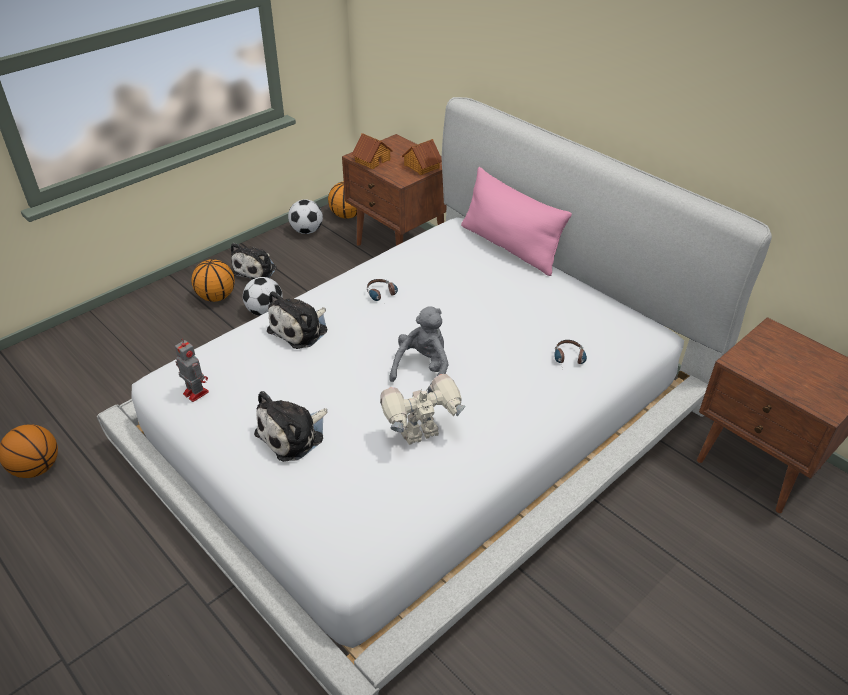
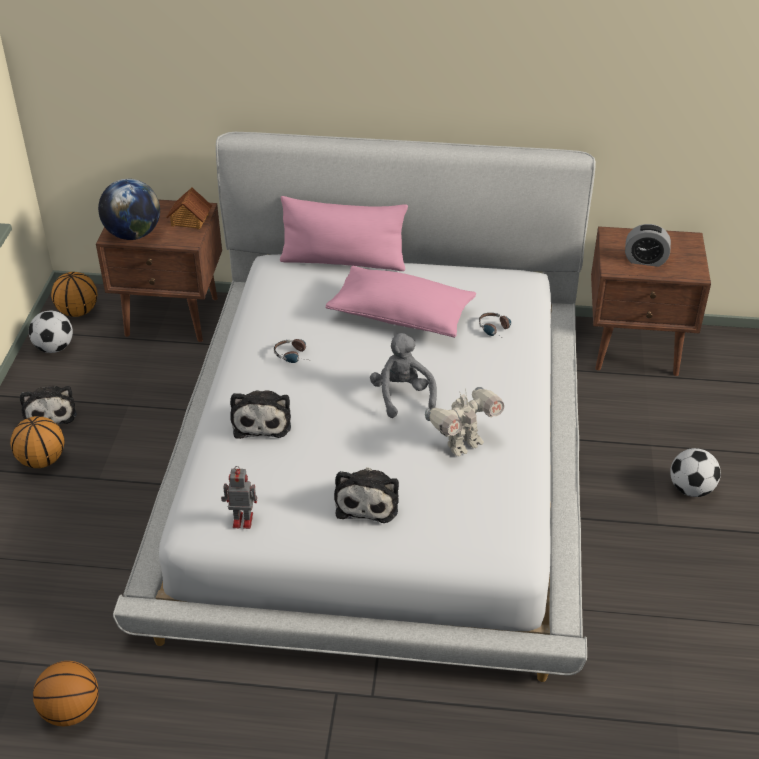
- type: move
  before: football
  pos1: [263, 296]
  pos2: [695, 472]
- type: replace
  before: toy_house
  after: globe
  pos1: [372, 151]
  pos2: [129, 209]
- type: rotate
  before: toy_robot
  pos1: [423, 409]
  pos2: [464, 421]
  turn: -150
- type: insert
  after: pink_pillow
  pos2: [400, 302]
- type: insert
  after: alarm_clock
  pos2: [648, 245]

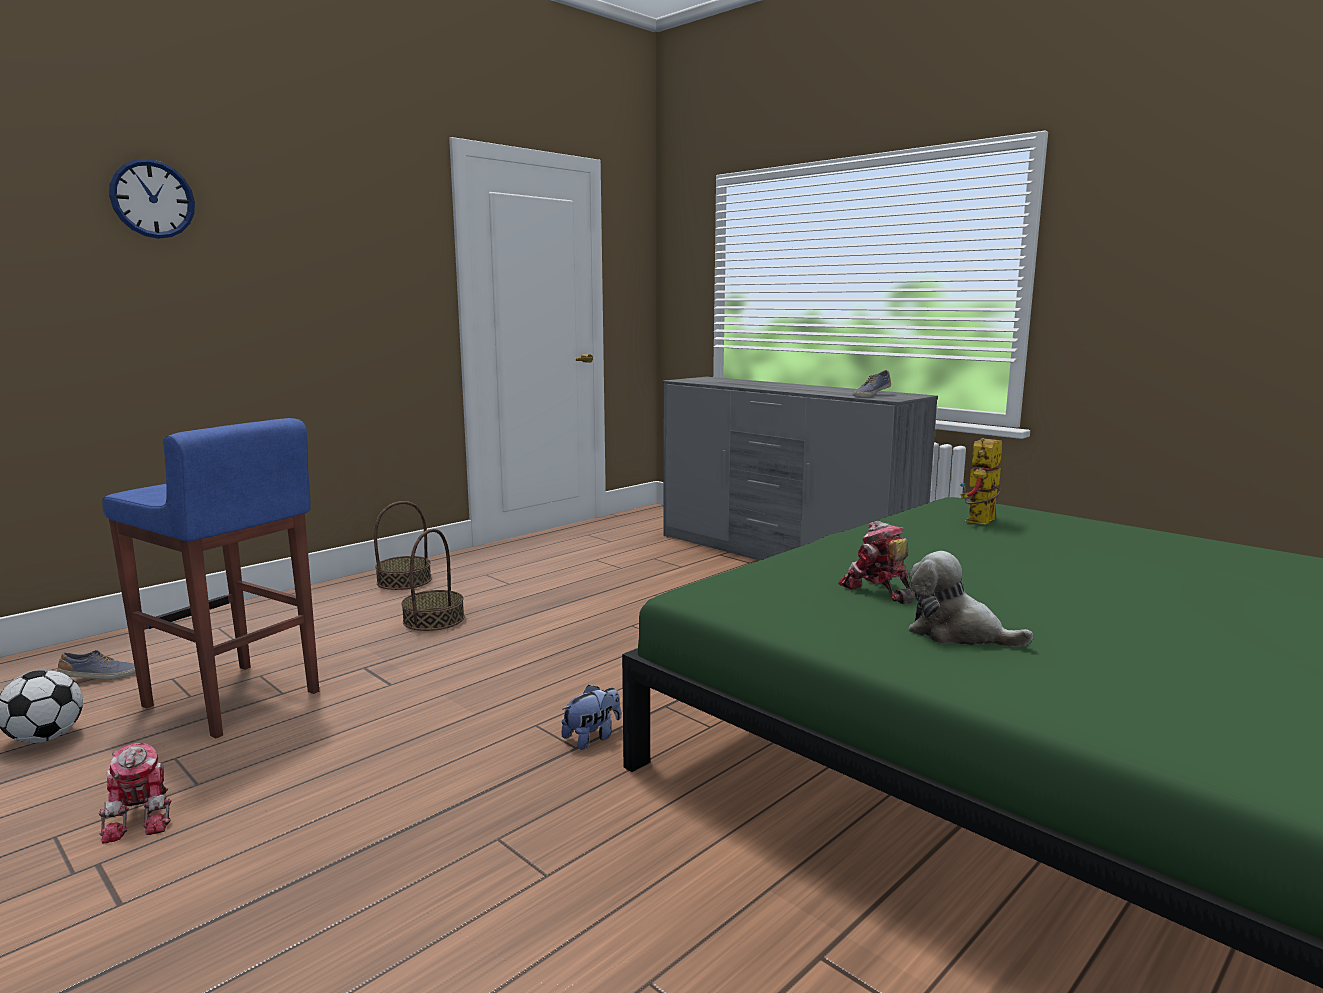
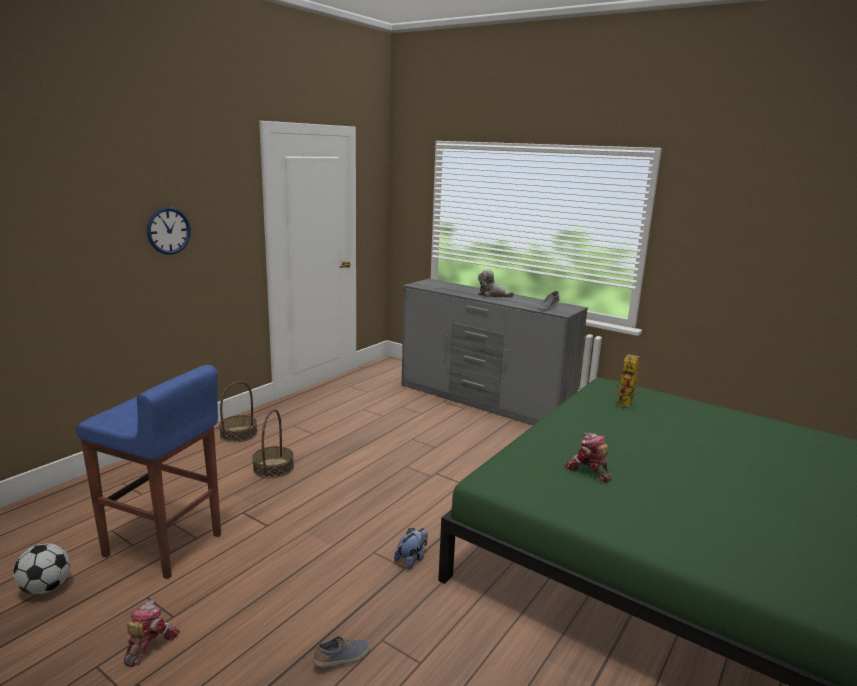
- type: move
  before: shoe
  pos1: [96, 665]
  pos2: [342, 651]
- type: rotate
  before: toy_robot
  pos1: [135, 793]
  pos2: [152, 633]
  turn: -135
- type: move
  before: wall_clock
  pos1: [152, 199]
  pos2: [169, 231]
- type: move
  before: plush_toy
  pos1: [970, 599]
  pos2: [496, 283]

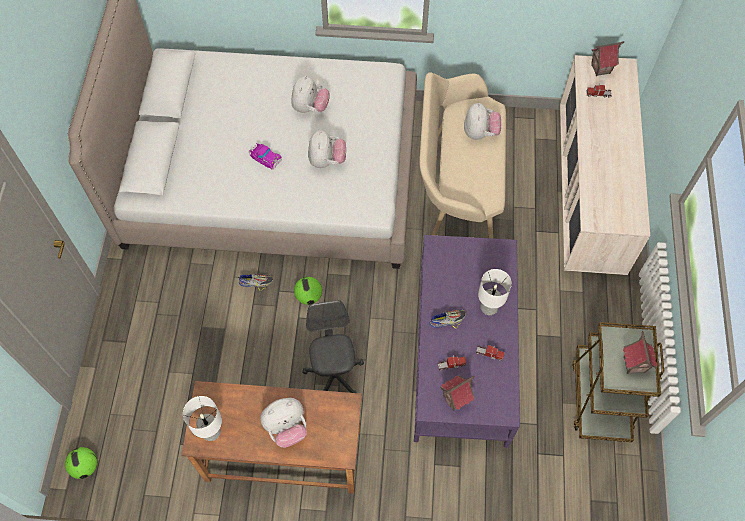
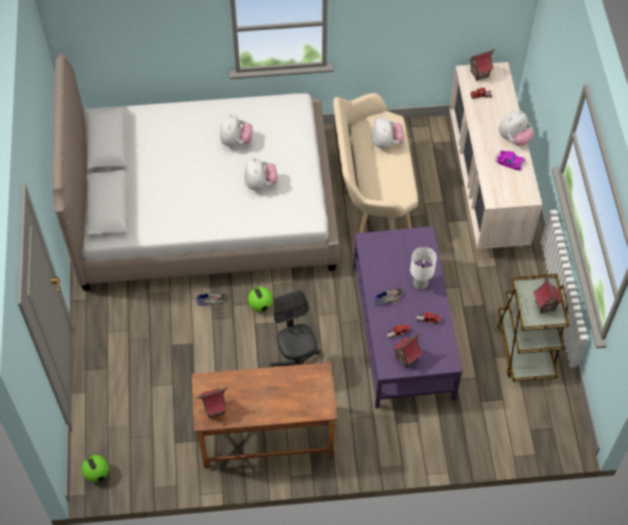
- type: replace
  before: white_table_lamp
  after: toy_house
  pos1: [202, 418]
  pos2: [212, 403]
- type: move
  before: toy_car
  pos1: [265, 156]
  pos2: [510, 160]
- type: move
  before: plush_toy
  pos1: [283, 423]
  pos2: [516, 128]

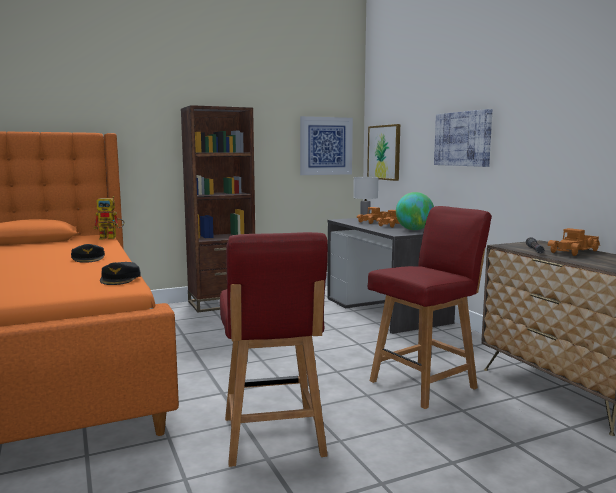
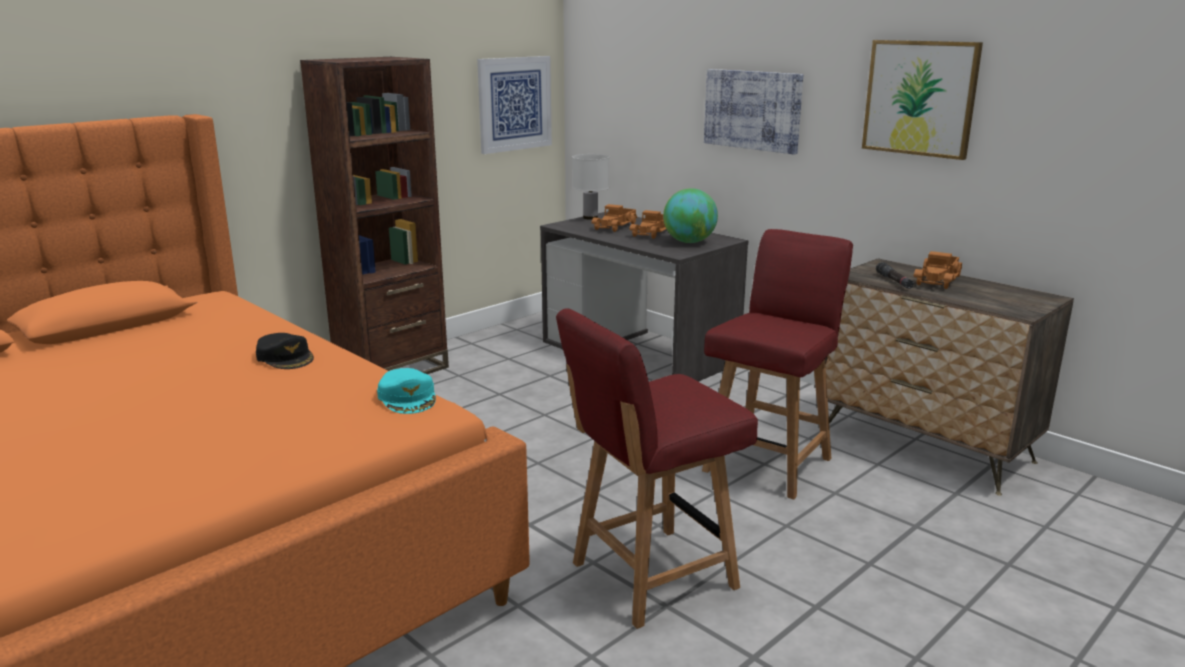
- type: delete
  before: toy_robot
  pos1: [109, 217]
- type: recolor
  before: black_cap
  after: turquoise_cap
  pos1: [120, 273]
  pos2: [406, 391]
- type: rotate
  before: red_chair
  pos1: [274, 349]
  pos2: [657, 468]
  turn: 90
- type: move
  before: picture
  pos1: [383, 152]
  pos2: [922, 100]

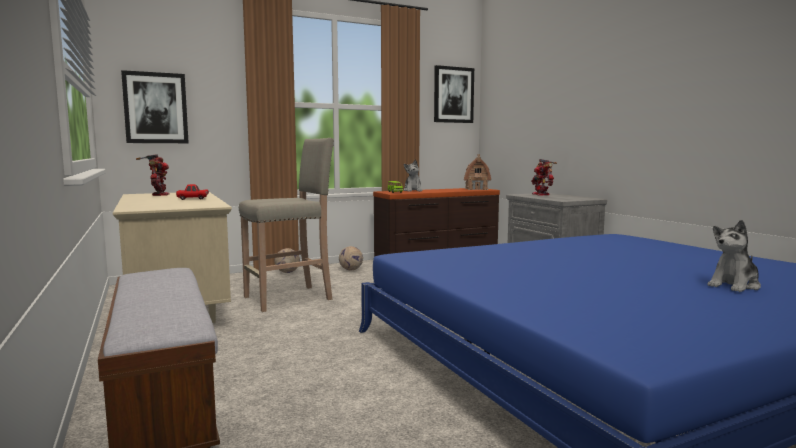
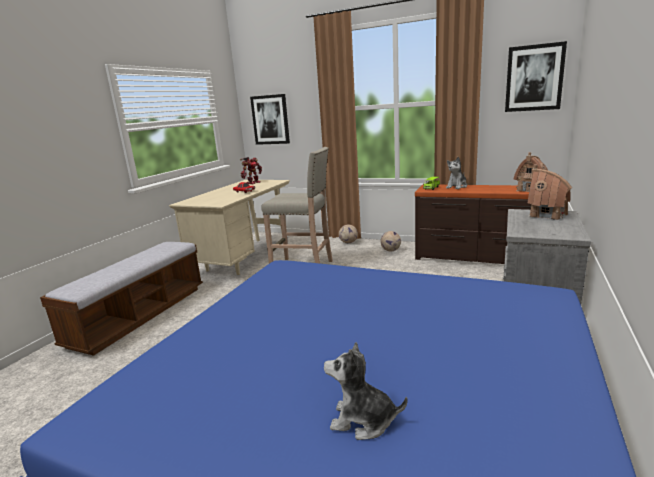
- type: replace
  before: toy_robot
  after: toy_house
  pos1: [544, 177]
  pos2: [550, 192]

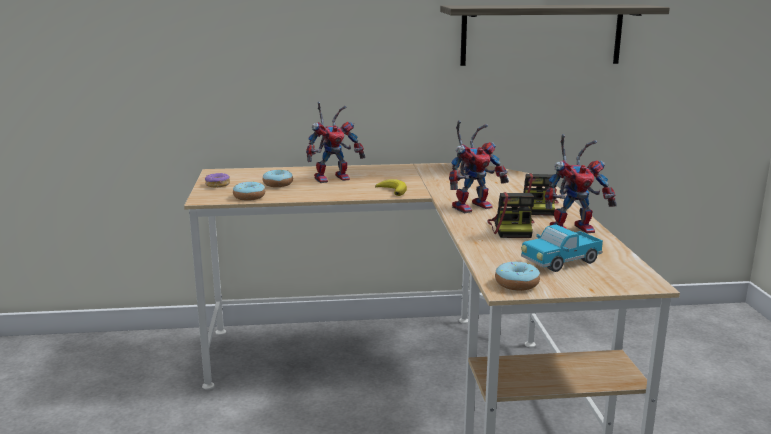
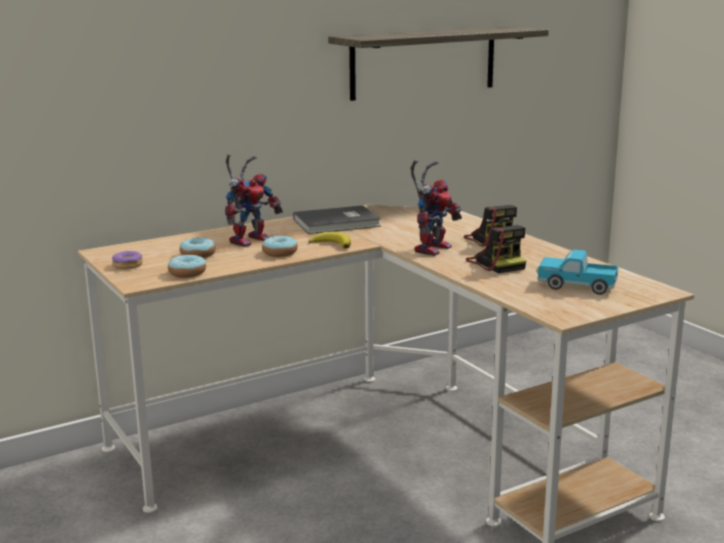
- type: move
  before: donut
  pos1: [517, 276]
  pos2: [280, 246]
- type: rotate
  before: toy_truck
  pos1: [562, 248]
  pos2: [577, 272]
  turn: 75
- type: delete
  before: toy_robot
  pos1: [581, 183]
- type: insert
  after: grey_book
  pos2: [337, 219]

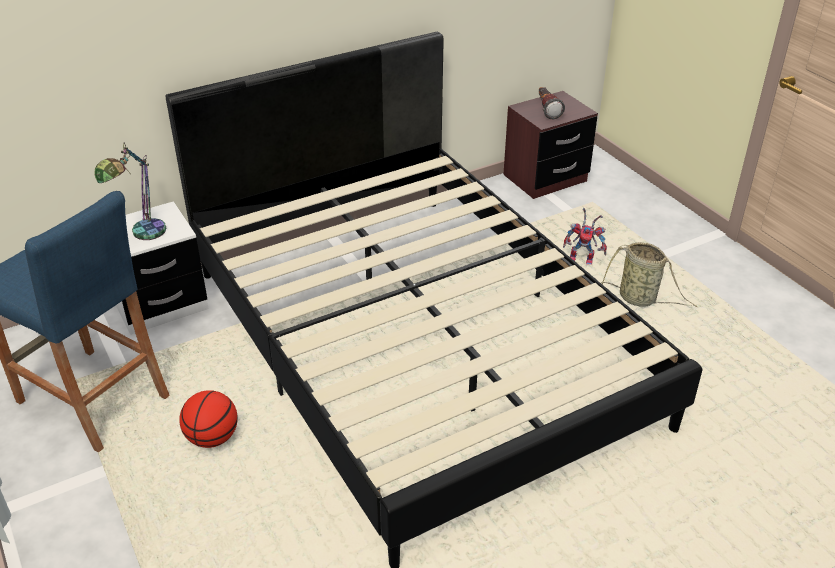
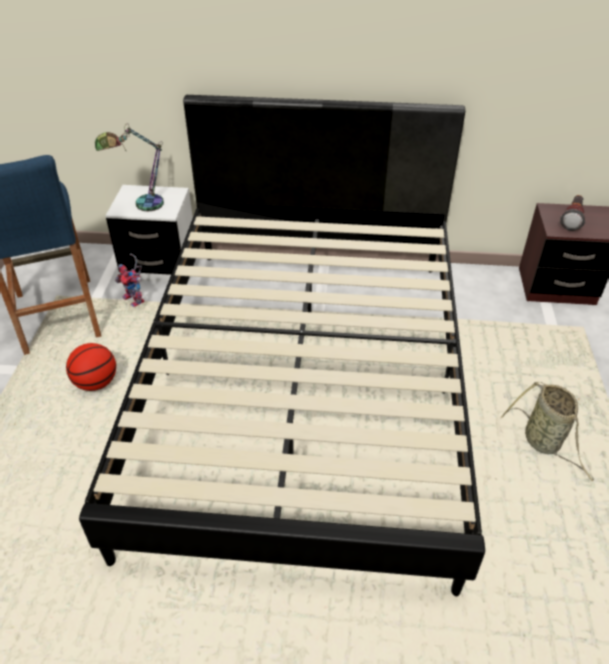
- type: move
  before: toy_robot
  pos1: [585, 236]
  pos2: [130, 280]

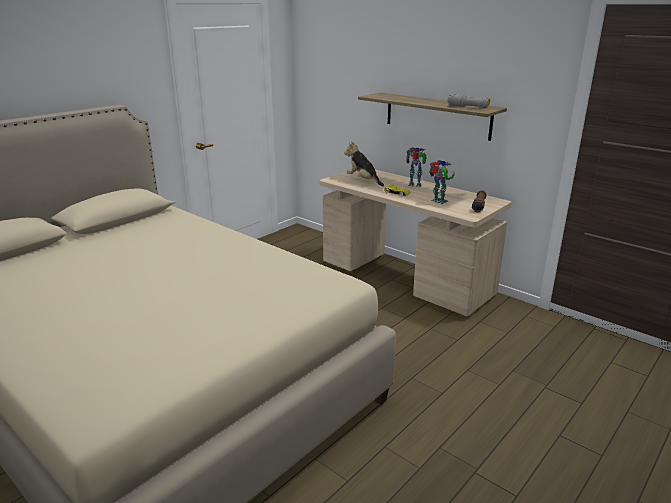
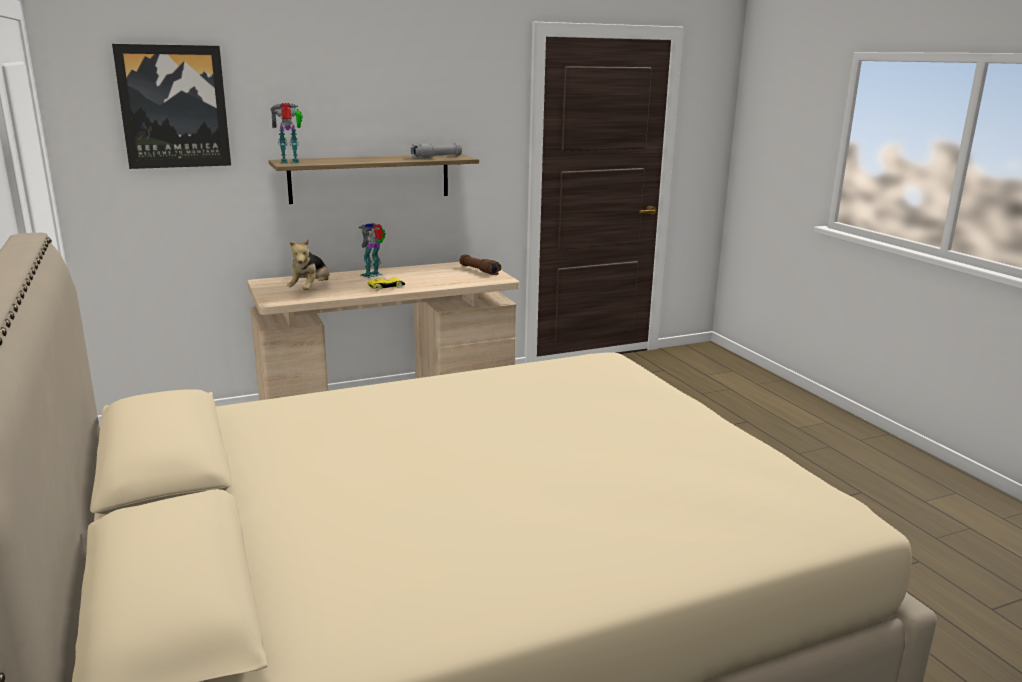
- type: rotate
  before: plush_toy
  pos1: [364, 164]
  pos2: [308, 264]
  turn: -60
- type: move
  before: toy_robot
  pos1: [442, 182]
  pos2: [286, 133]
- type: insert
  after: picture
  pos2: [171, 106]

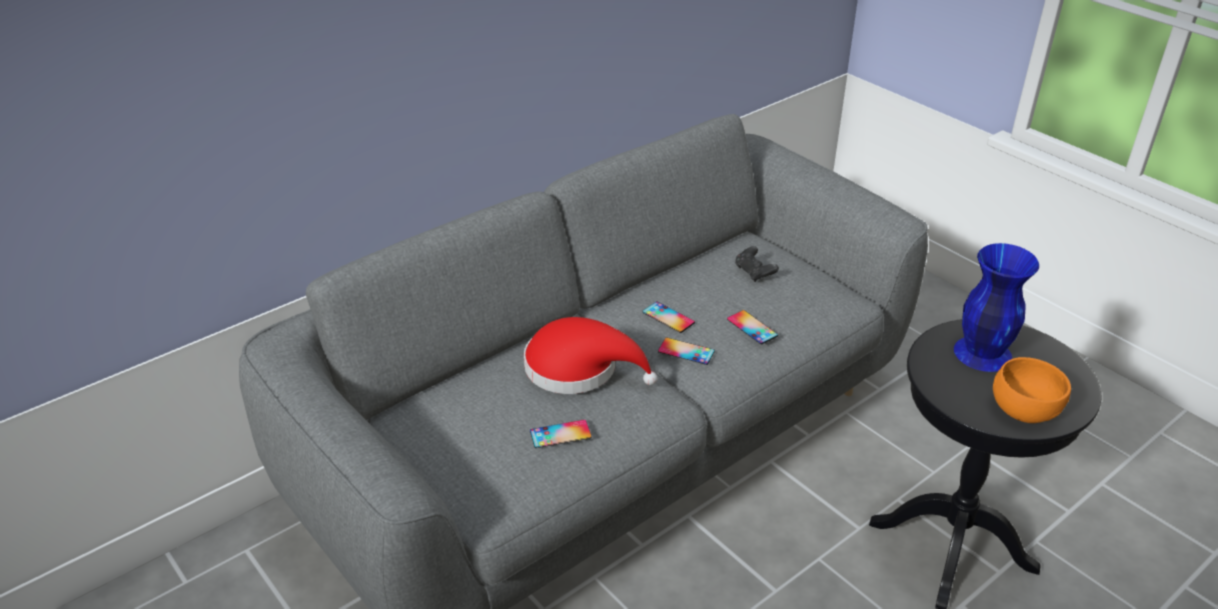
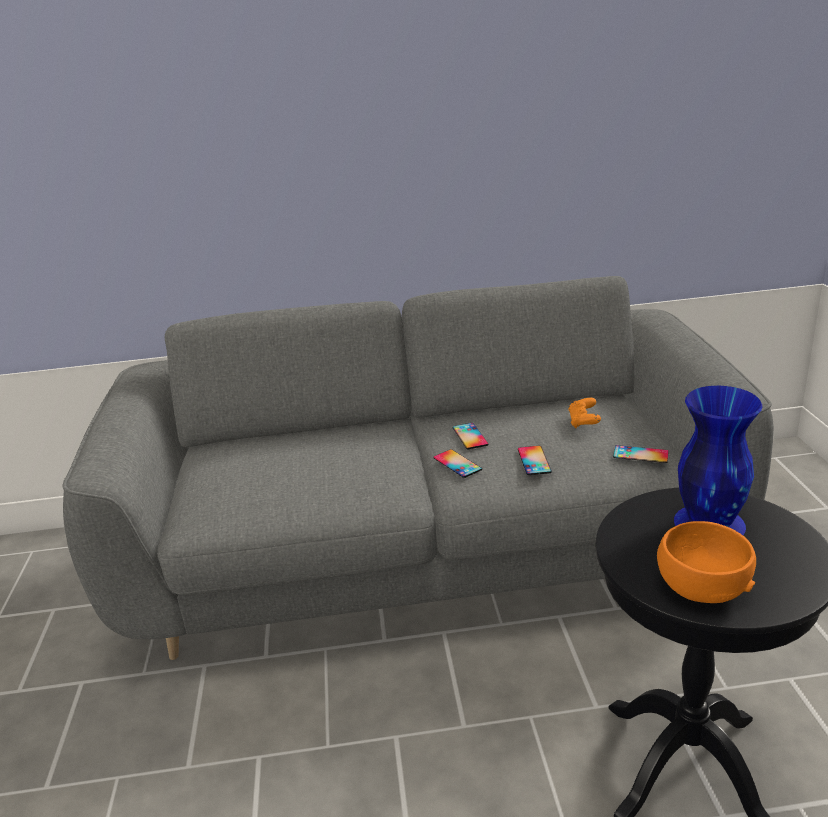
- type: delete
  before: red_hat
  pos1: [590, 355]
- type: move
  before: phone
  pos1: [560, 434]
  pos2: [641, 454]
- type: recolor
  before: black_game_controller
  after: orange_game_controller
  pos1: [757, 264]
  pos2: [584, 413]

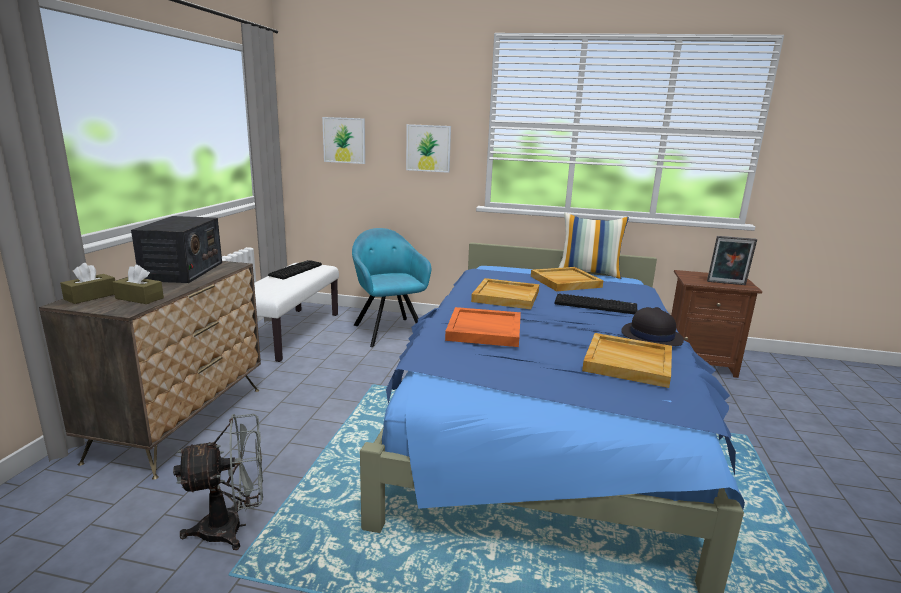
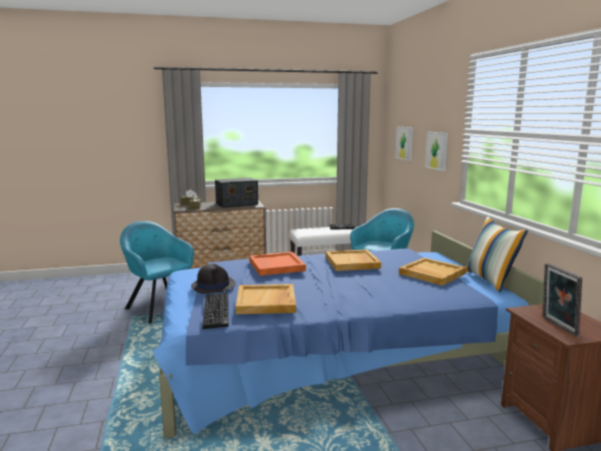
- type: replace
  before: grey_fan
  after: turquoise_armchair
  pos1: [218, 482]
  pos2: [157, 272]
- type: move
  before: keyboard
  pos1: [596, 303]
  pos2: [215, 311]
- type: move
  before: black_hat
  pos1: [652, 326]
  pos2: [213, 279]

